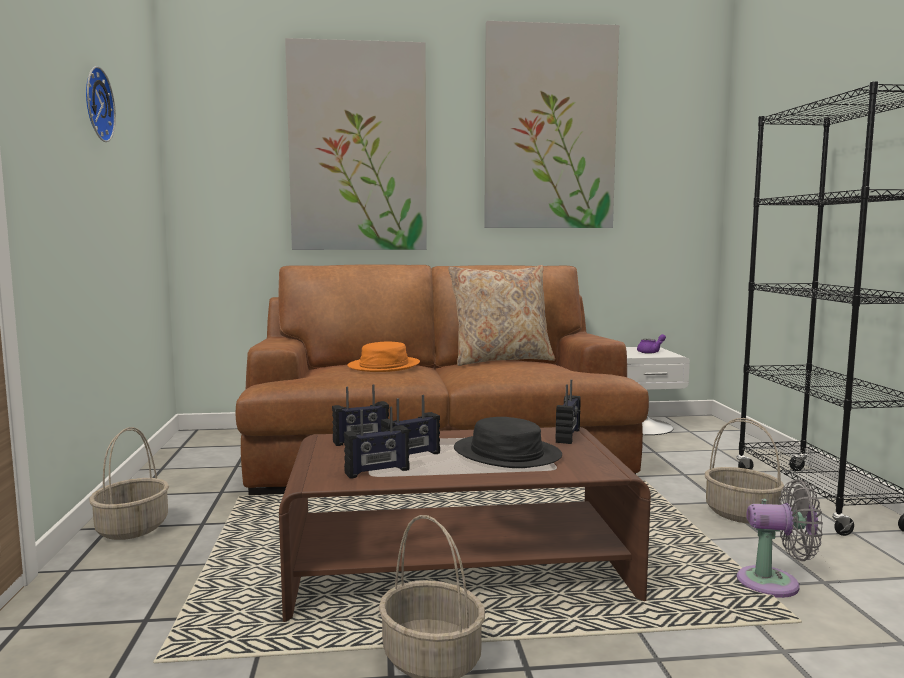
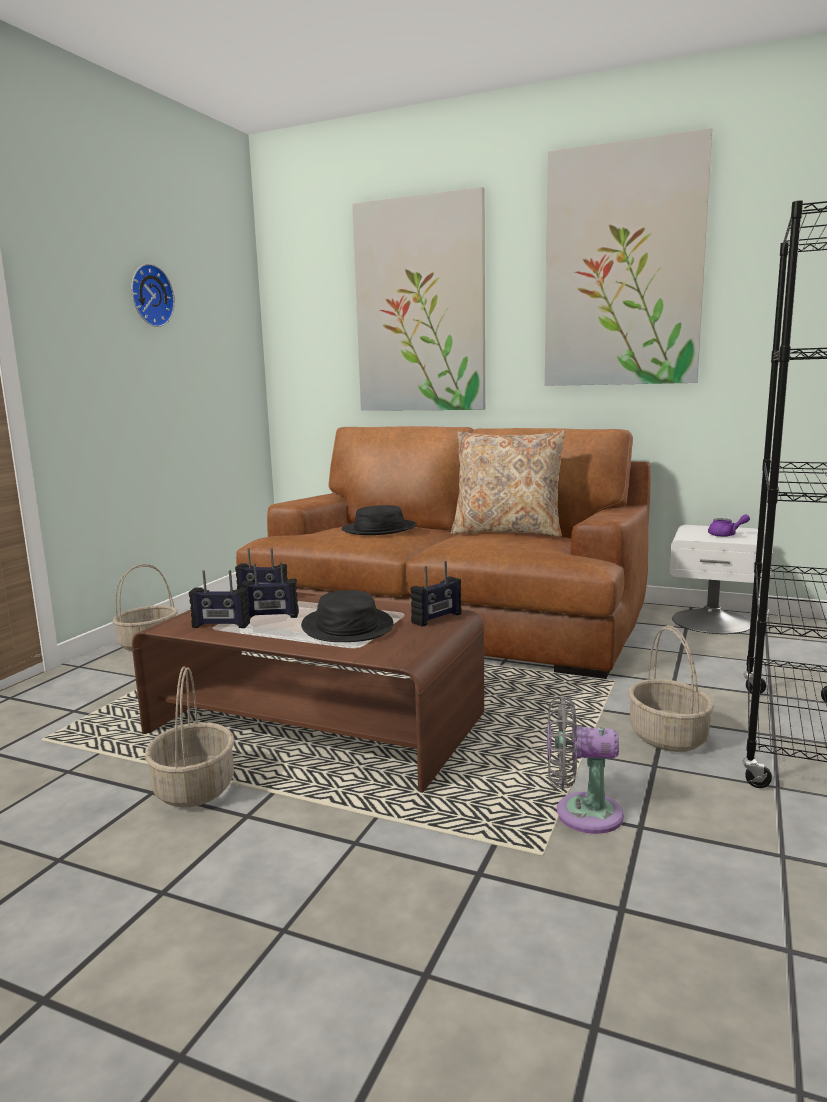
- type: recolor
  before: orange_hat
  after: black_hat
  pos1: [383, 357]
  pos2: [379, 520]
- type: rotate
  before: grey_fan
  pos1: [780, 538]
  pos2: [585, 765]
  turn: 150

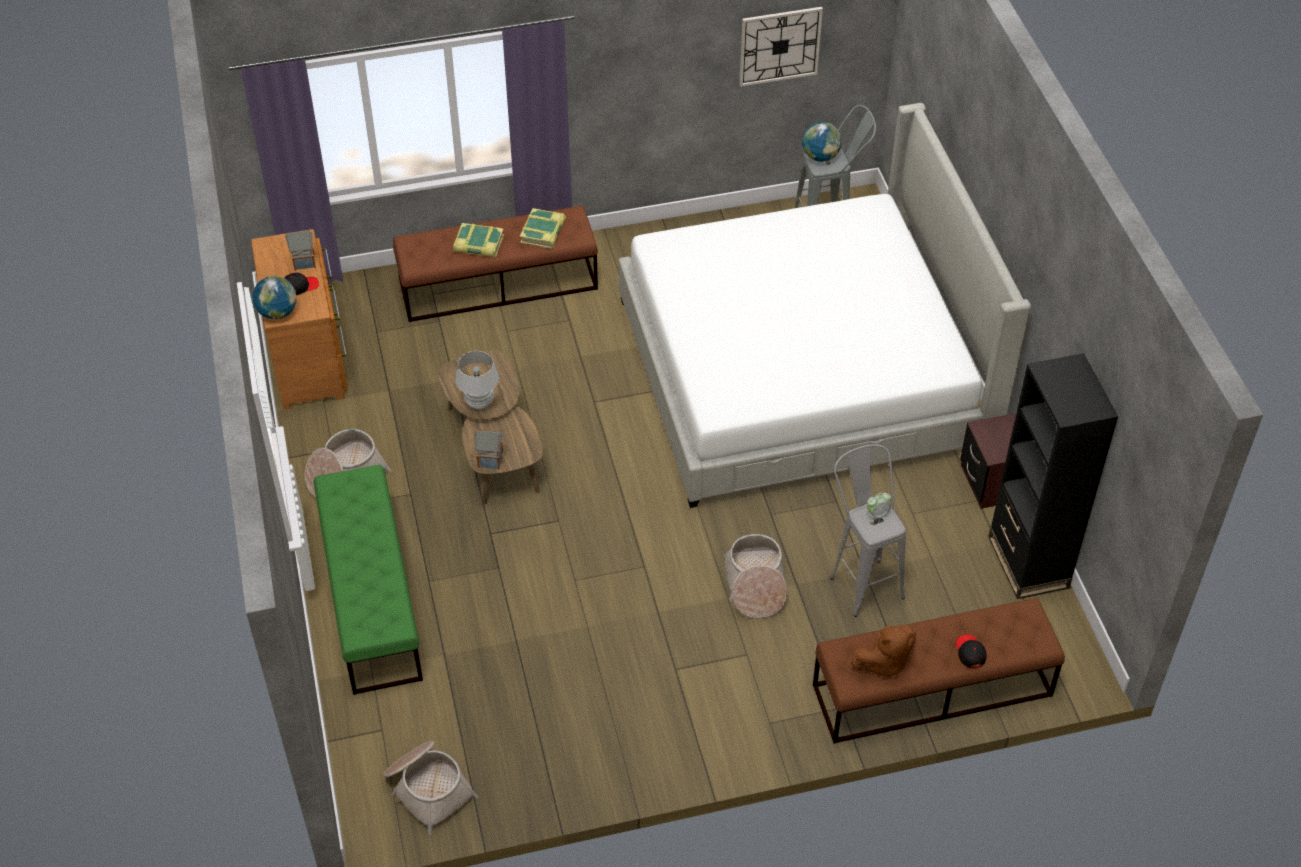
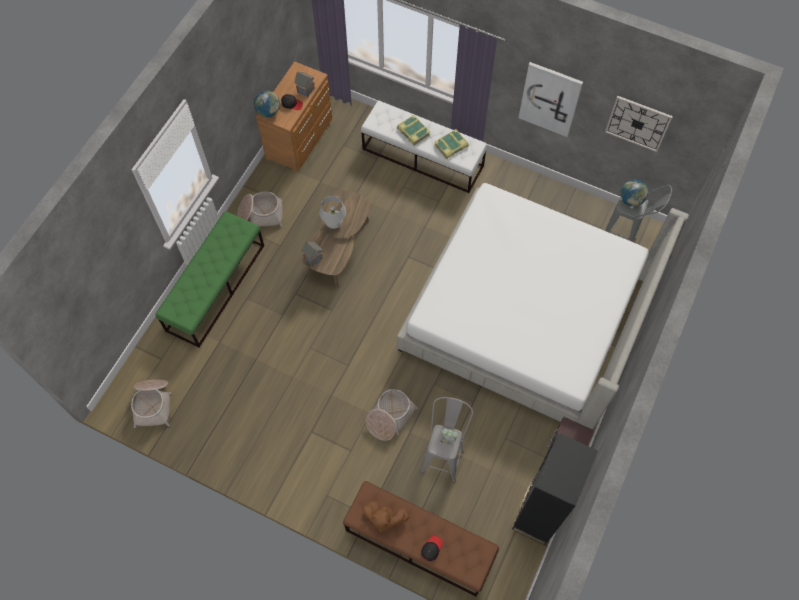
- type: recolor
  before: brown_bench
  after: white_bench
  pos1: [495, 264]
  pos2: [424, 146]
- type: insert
  after: picture
  pos2: [551, 99]

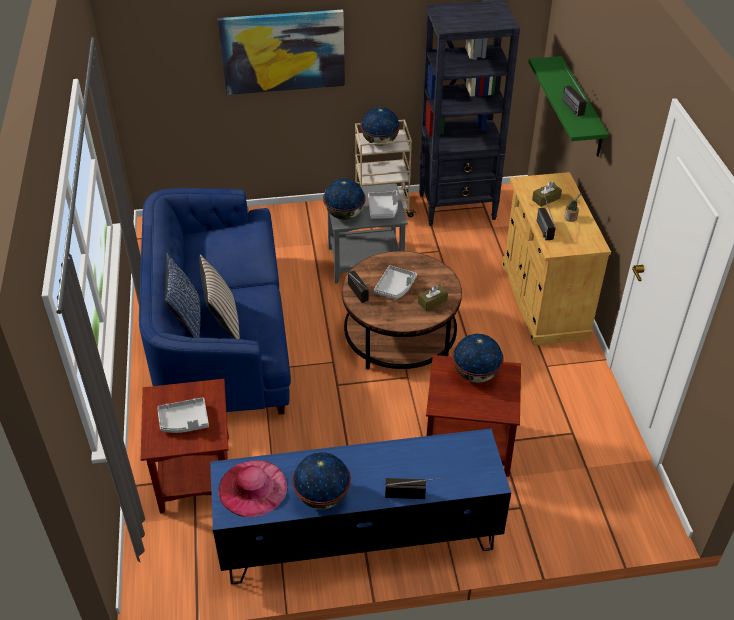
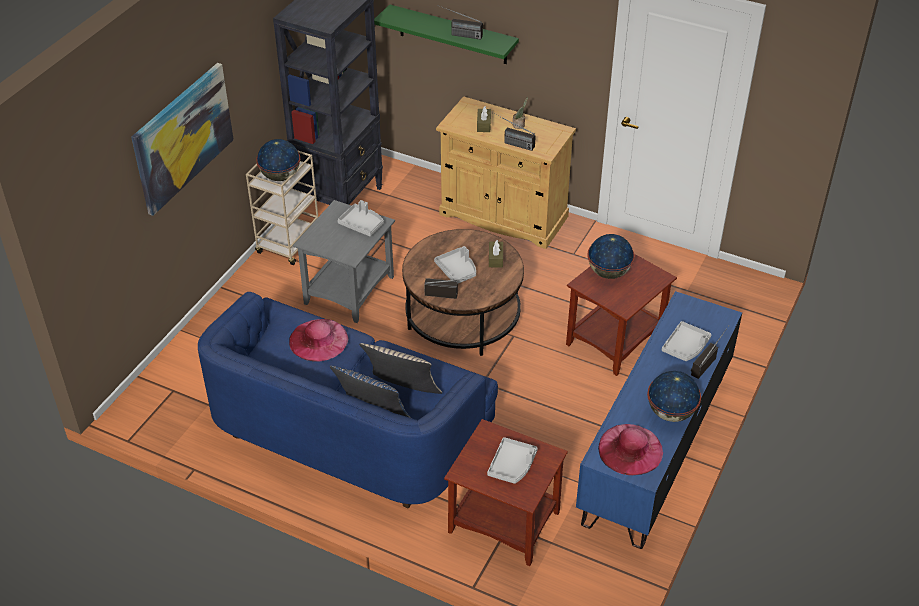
- type: delete
  before: globe
  pos1: [344, 199]
- type: insert
  after: pink_hat
  pos2: [318, 340]
- type: insert
  after: grey_tray
  pos2: [686, 341]

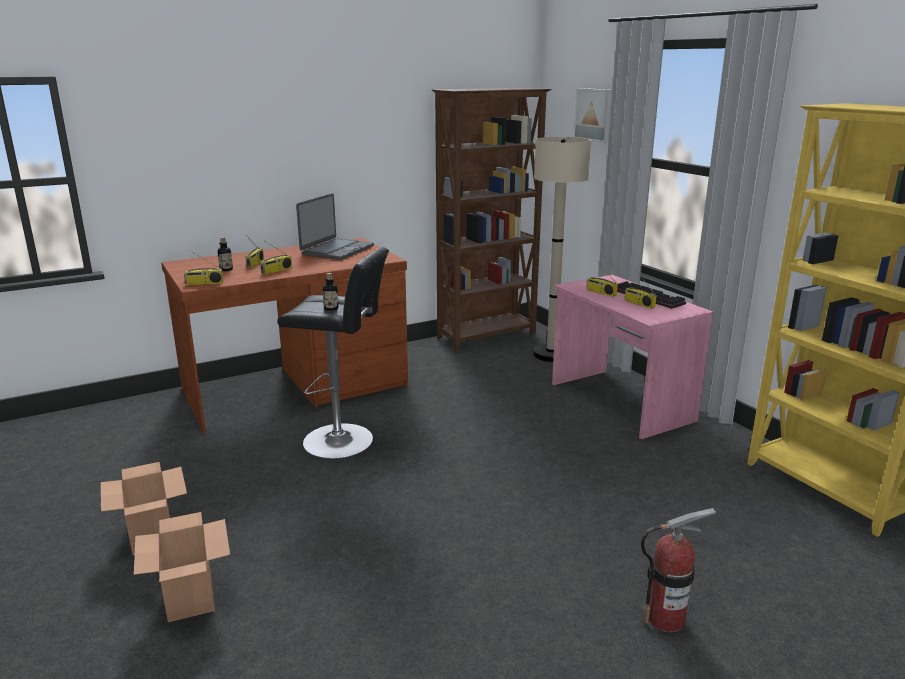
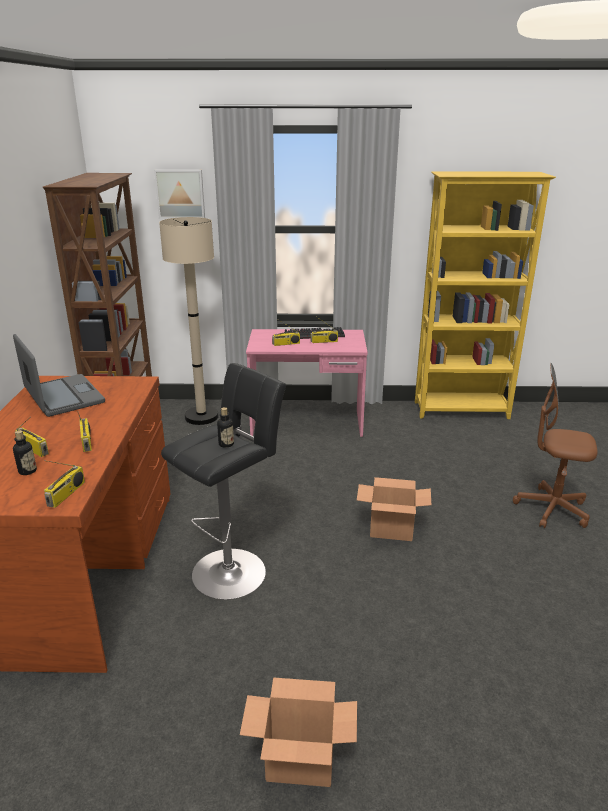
- type: move
  before: cardboard_box
  pos1: [182, 567]
  pos2: [394, 509]
- type: replace
  before: fire_extinguisher
  after: brown_office_chair
  pos1: [678, 570]
  pos2: [555, 445]

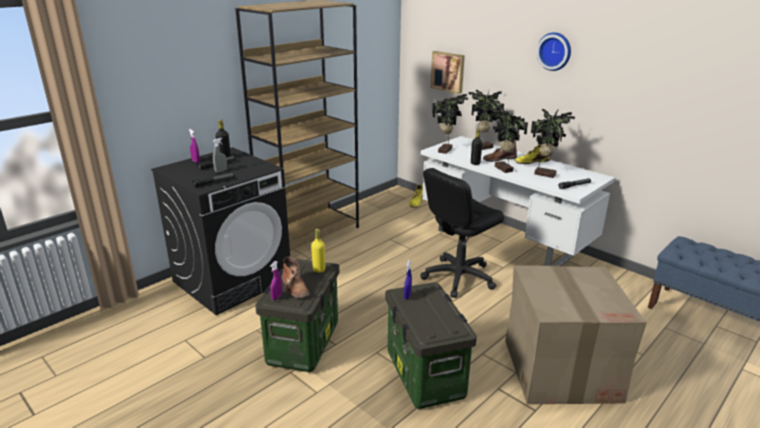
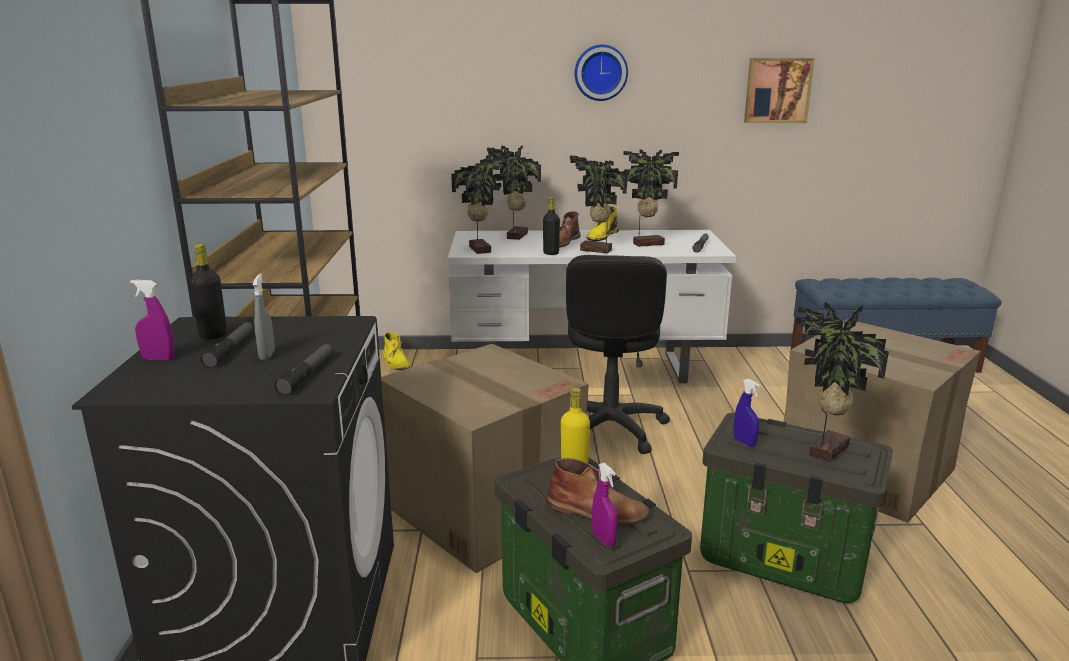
- type: move
  before: picture
  pos1: [448, 72]
  pos2: [779, 90]
- type: insert
  after: cardboard_box
  pos2: [485, 458]
- type: insert
  after: potted_plant
  pos2: [842, 382]

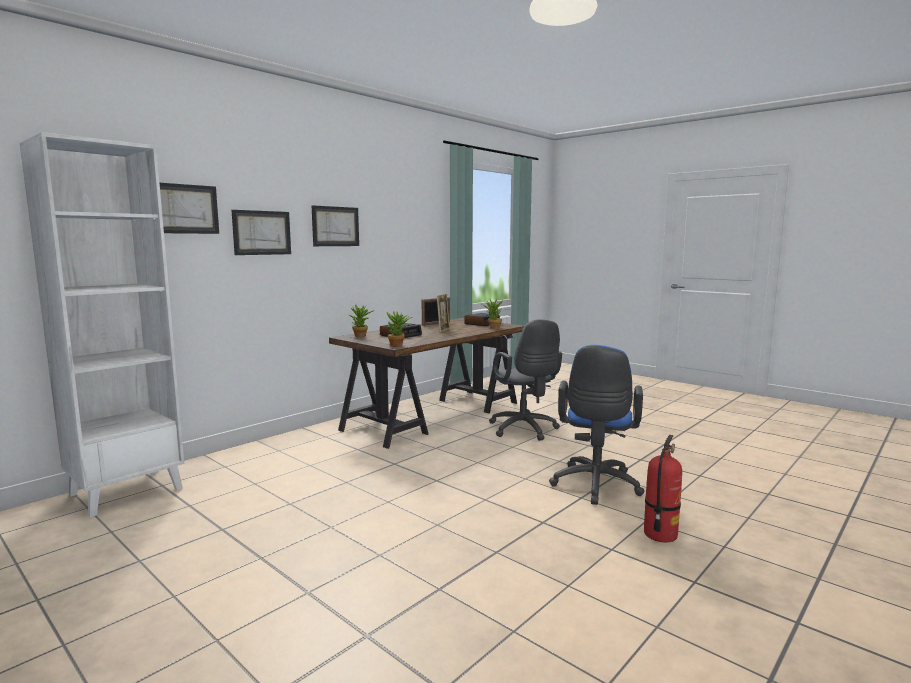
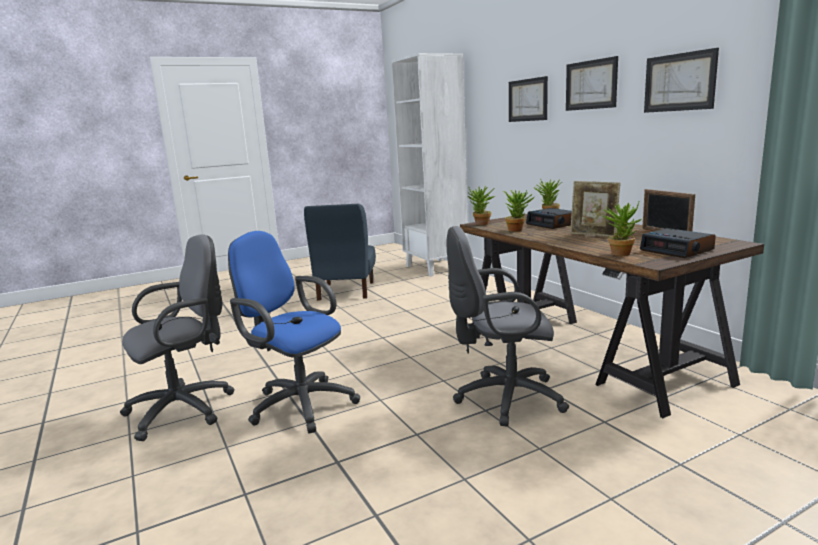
- type: move
  before: picture
  pos1: [189, 208]
  pos2: [681, 80]
- type: replace
  before: fire_extinguisher
  after: grey_office_chair
  pos1: [663, 489]
  pos2: [177, 337]
- type: insert
  after: blue_chair
  pos2: [340, 252]
- type: insert
  after: potted_plant
  pos2: [518, 211]

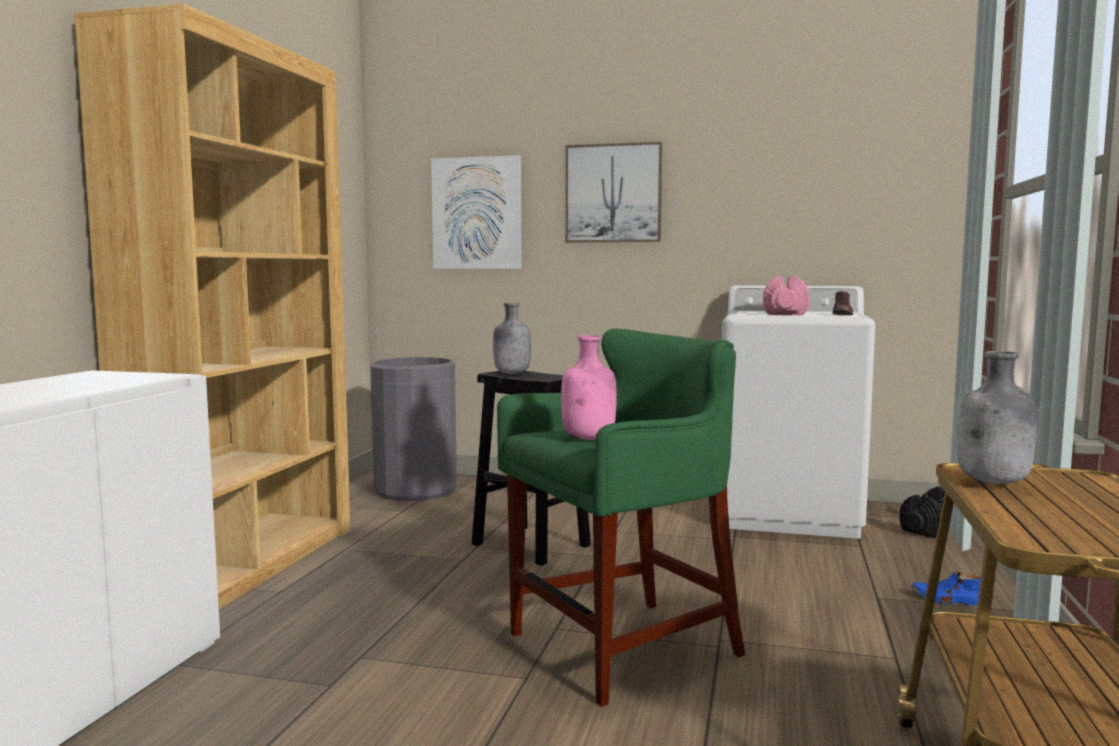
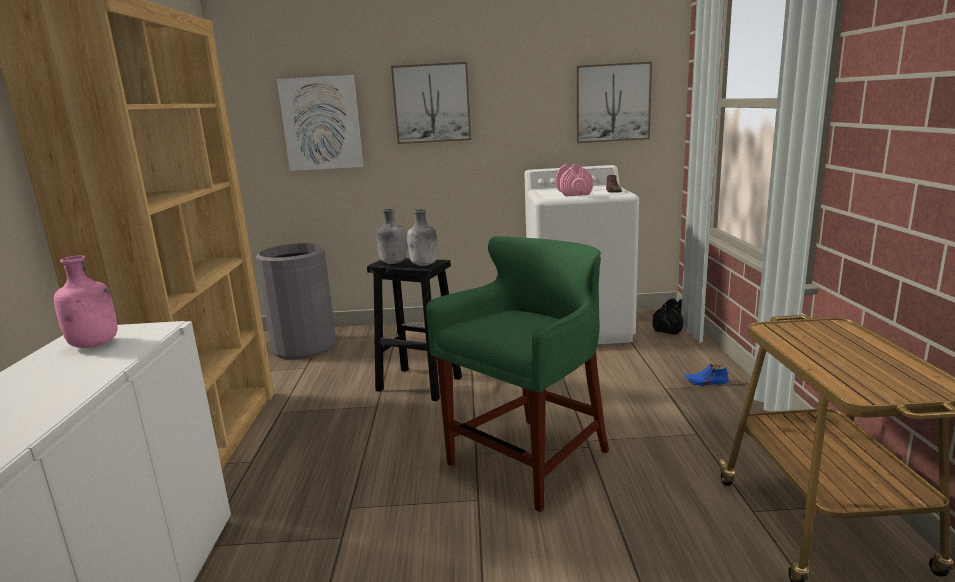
- type: move
  before: pink_bottle
  pos1: [589, 387]
  pos2: [85, 302]
- type: move
  before: grey_bottle
  pos1: [997, 417]
  pos2: [422, 237]
- type: insert
  after: picture
  pos2: [614, 102]

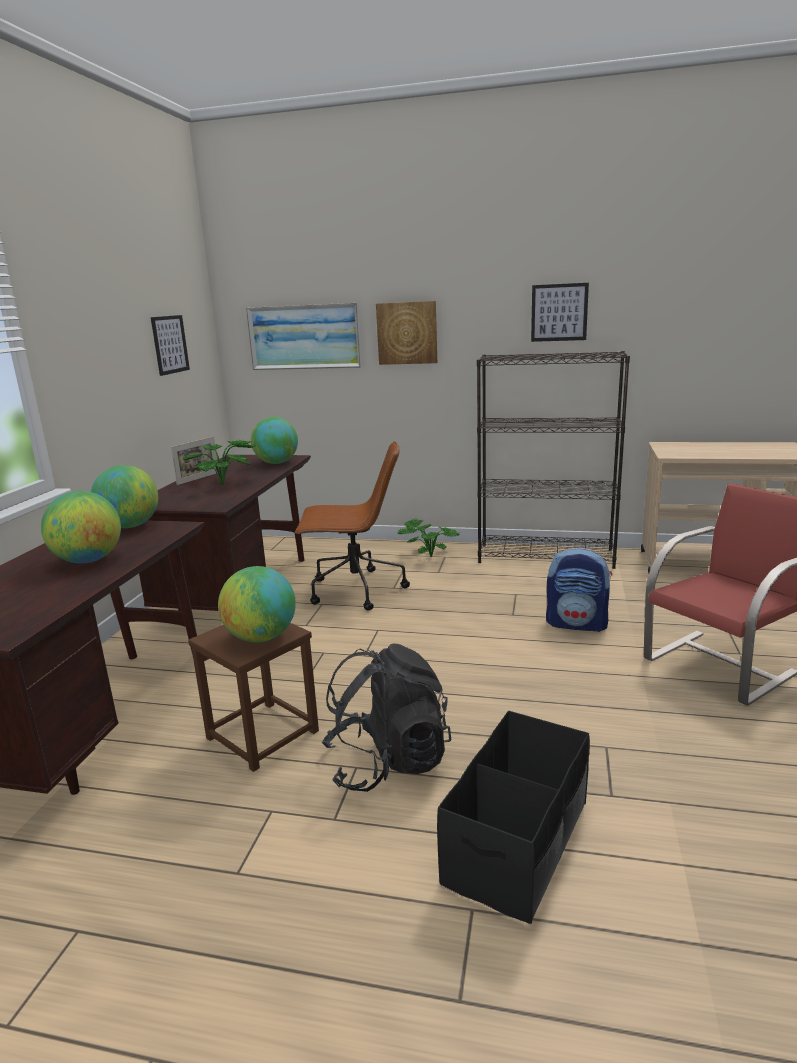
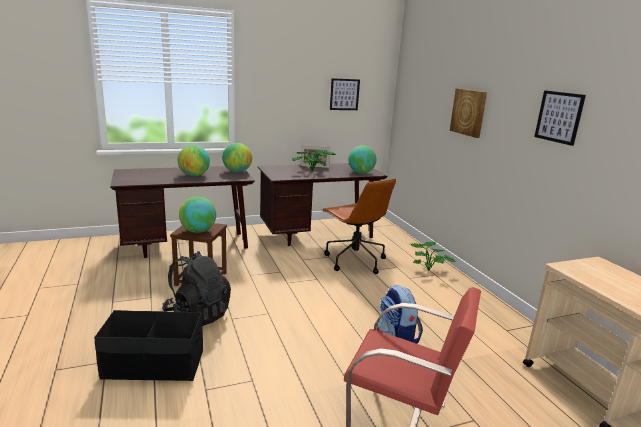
- type: delete
  before: picture
  pos1: [304, 336]
- type: delete
  before: black_bookcase
  pos1: [553, 460]

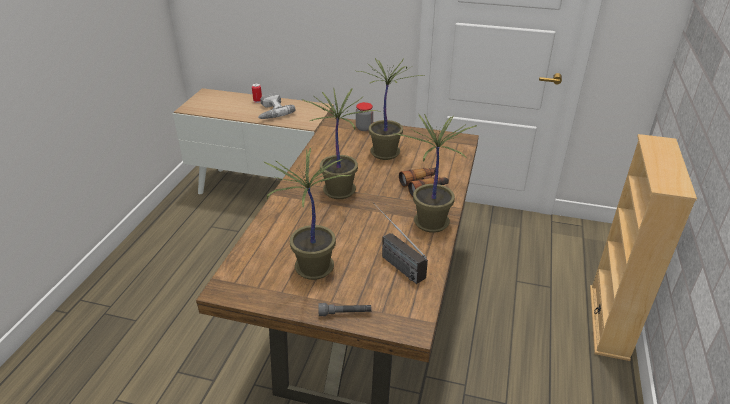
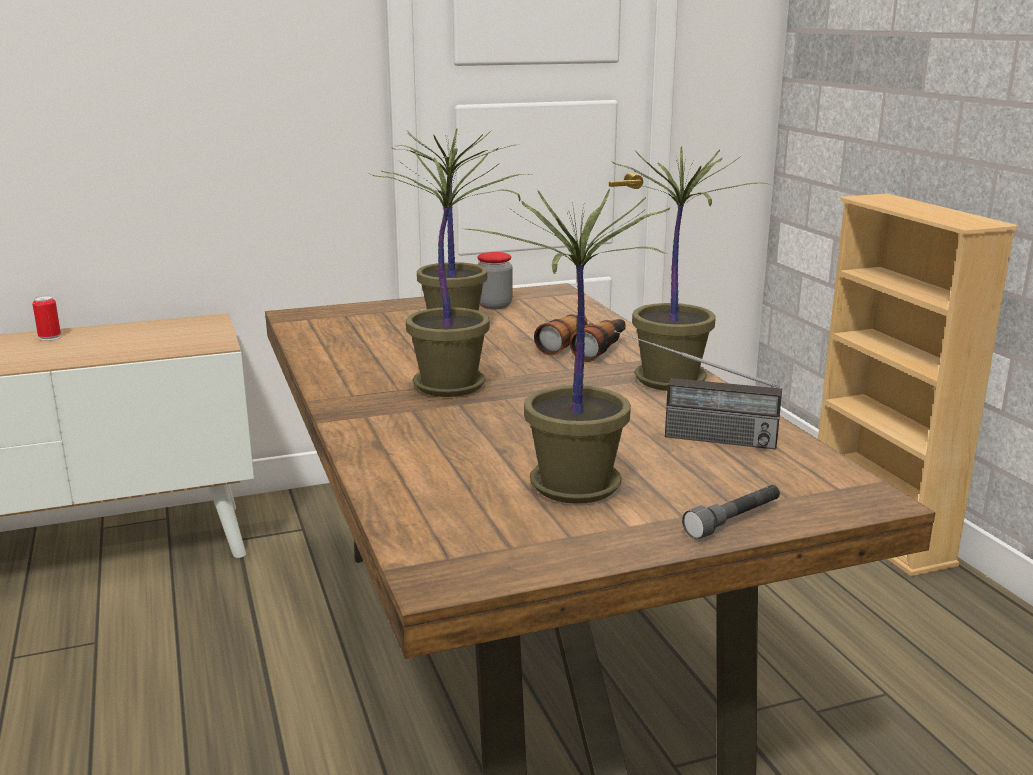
- type: delete
  before: power_drill
  pos1: [276, 106]
- type: move
  before: jar
  pos1: [364, 116]
  pos2: [495, 280]

